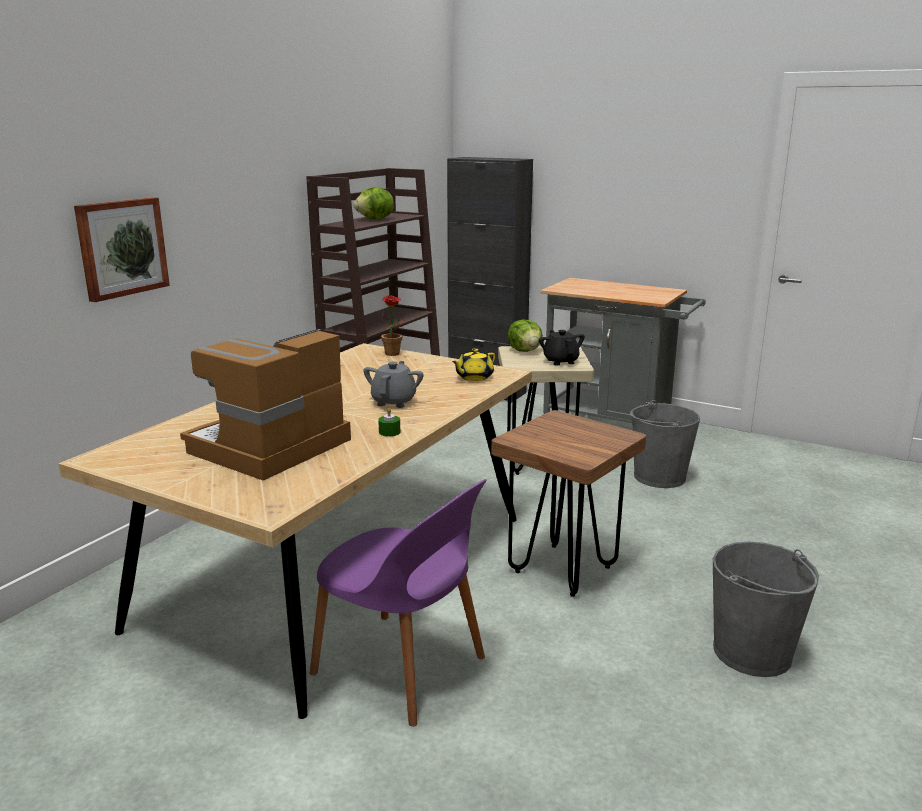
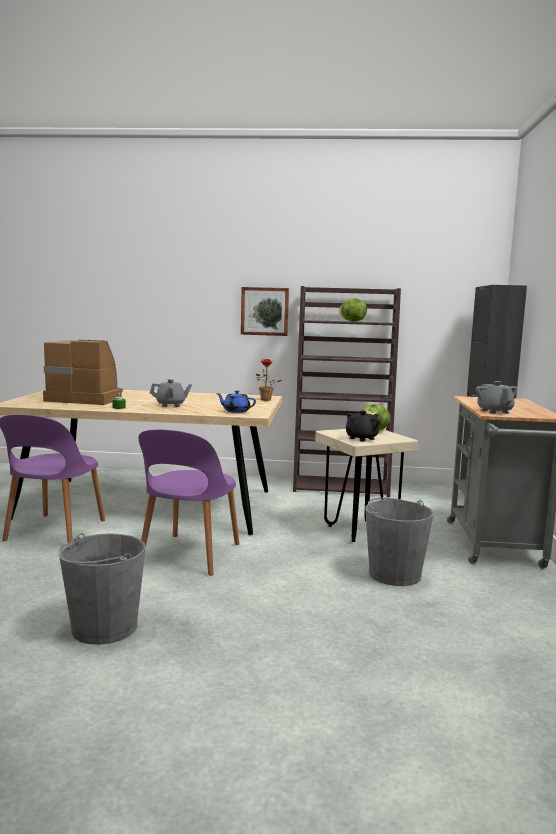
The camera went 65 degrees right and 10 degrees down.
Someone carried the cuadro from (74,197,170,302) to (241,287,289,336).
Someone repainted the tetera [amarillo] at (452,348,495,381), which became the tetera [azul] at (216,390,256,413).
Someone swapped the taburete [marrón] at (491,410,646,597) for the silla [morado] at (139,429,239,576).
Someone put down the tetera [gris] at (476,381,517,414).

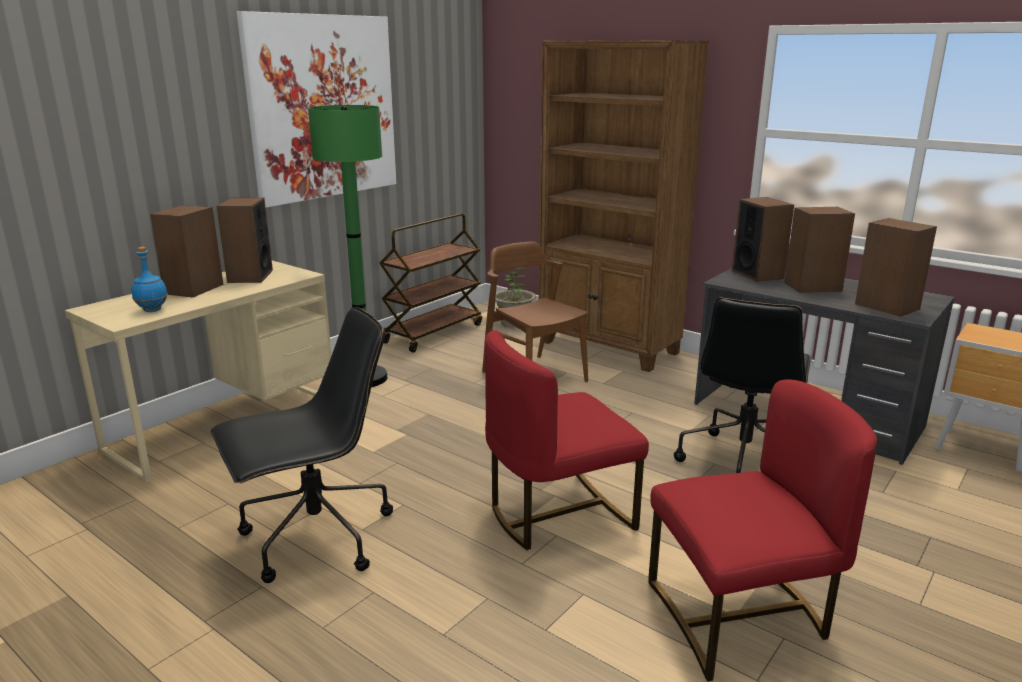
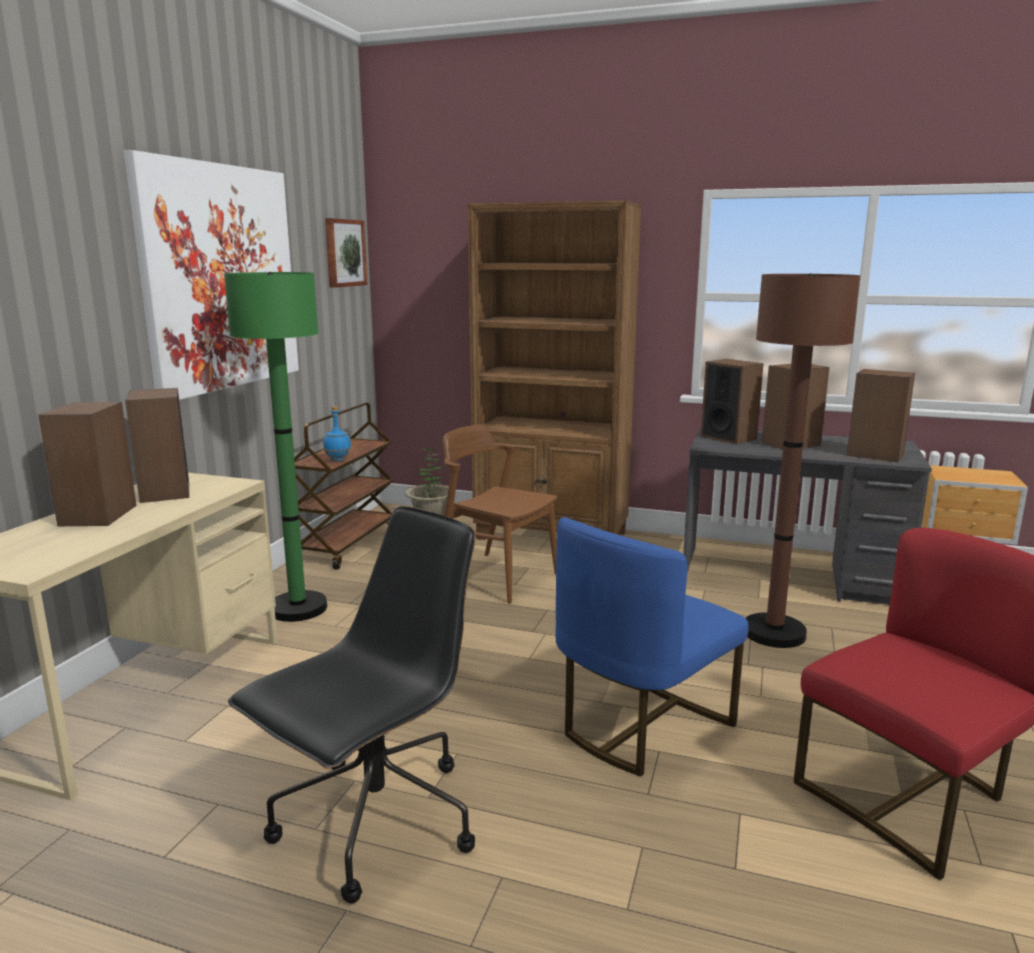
The camera went 20 degrees left and 5 degrees down.
Someone carried the botella [azul] from (131,247,168,312) to (323,406,351,461).
Someone repainted the silla [rojo] at (485,330,649,550), which became the silla [azul] at (555,517,749,777).
Someone swapped the silla de oficina [negro] at (674,297,811,473) for the lámpara de pie [marrón] at (746,273,861,648).
Someone put up the cuadro at (325,218,368,288).

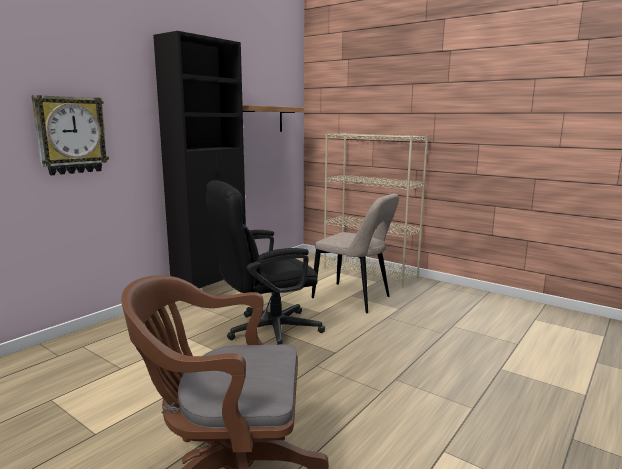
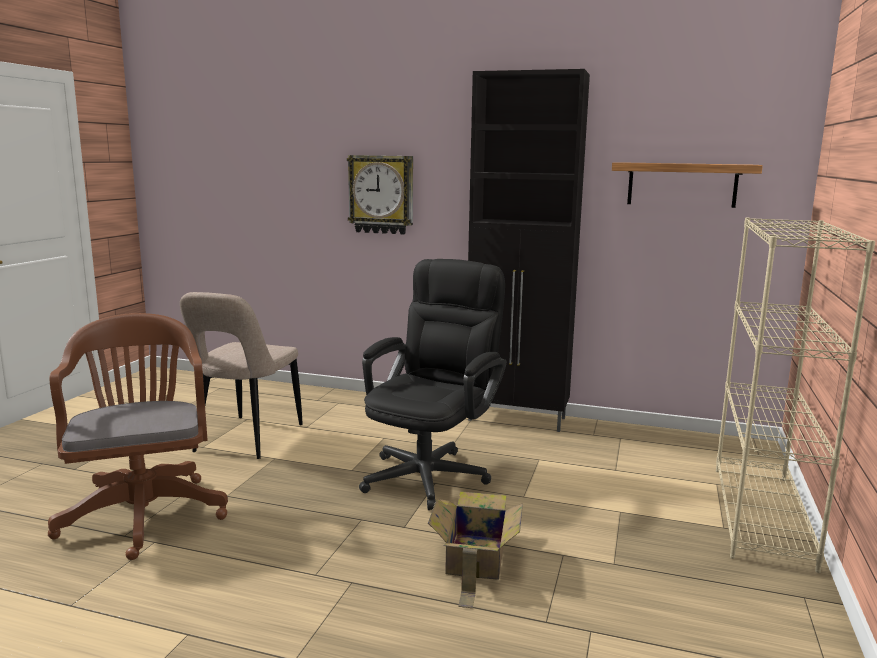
The camera went 70 degrees right and 0 degrees up.
Someone rotated the silla de oficina [negro] at (206,180,325,345) by 75 degrees clockwise.
Someone carried the silla [beis] from (312,193,399,313) to (180,292,303,459).
Someone put down the caja de cartón at (428,491,523,608).

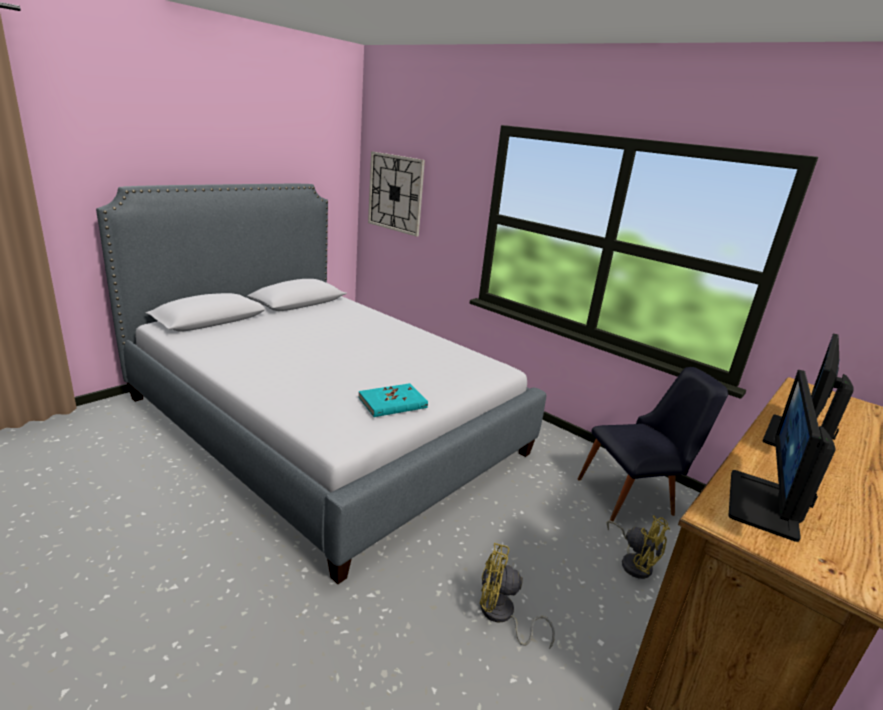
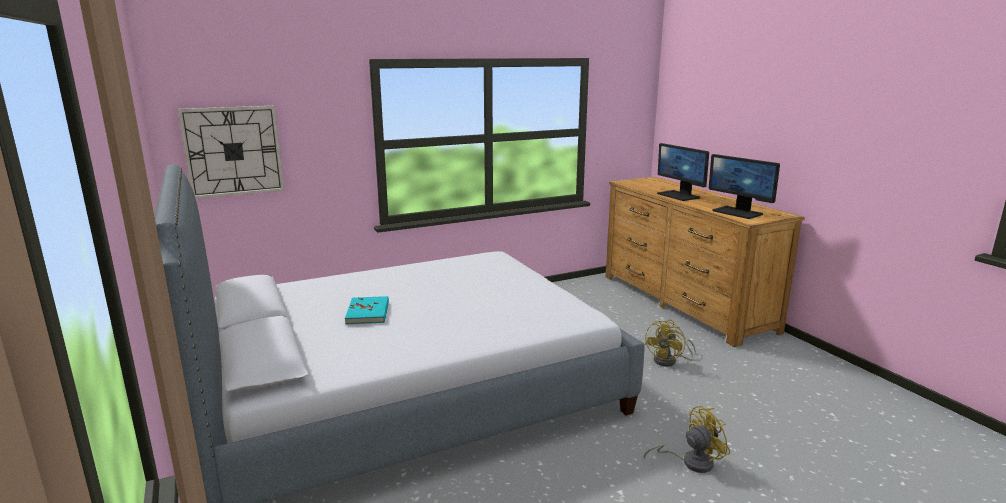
The camera went 65 degrees left and 5 degrees down.
Someone carried the libro [turquesa] from (358,383,428,417) to (345,296,389,324).
Someone took away the silla [negro] at (578,367,728,522).
Someone carried the ventilador [amarillo] from (607,515,670,579) to (644,406,731,473).

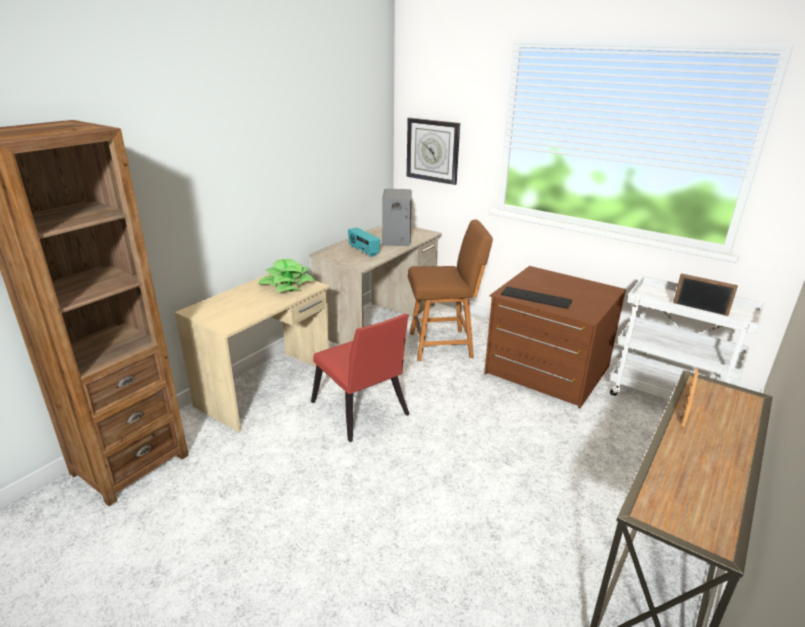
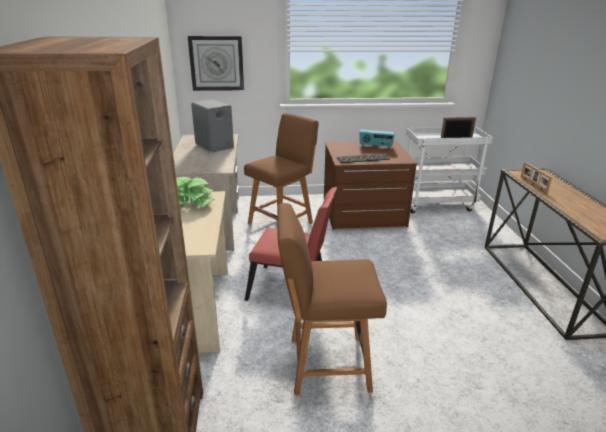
The camera went 40 degrees left and 0 degrees up.
Someone carried the radio from (348,227,380,257) to (359,130,395,149).
Someone put down the silla [marrón] at (277,203,387,395).

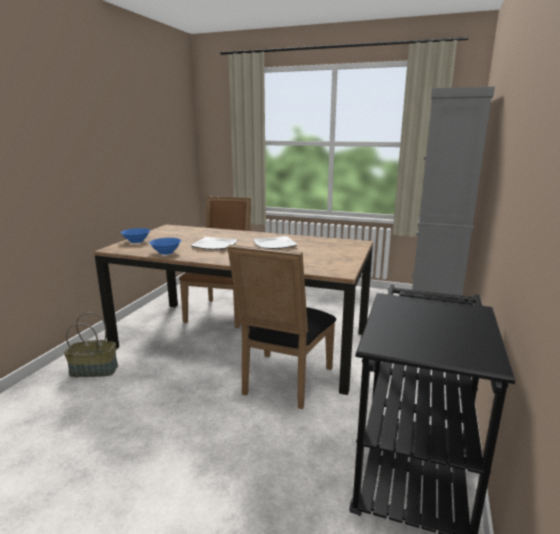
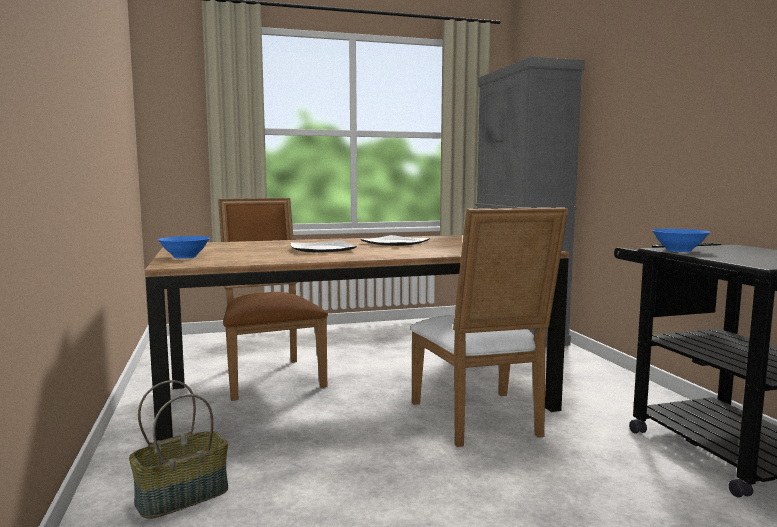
The camera went 35 degrees left and 10 degrees down.
Someone carried the cuenco [azul] from (149,238,181,255) to (652,229,711,252).
Someone repainted the silla [negro] at (227,245,336,409), which became the silla [blanco] at (410,207,568,447).

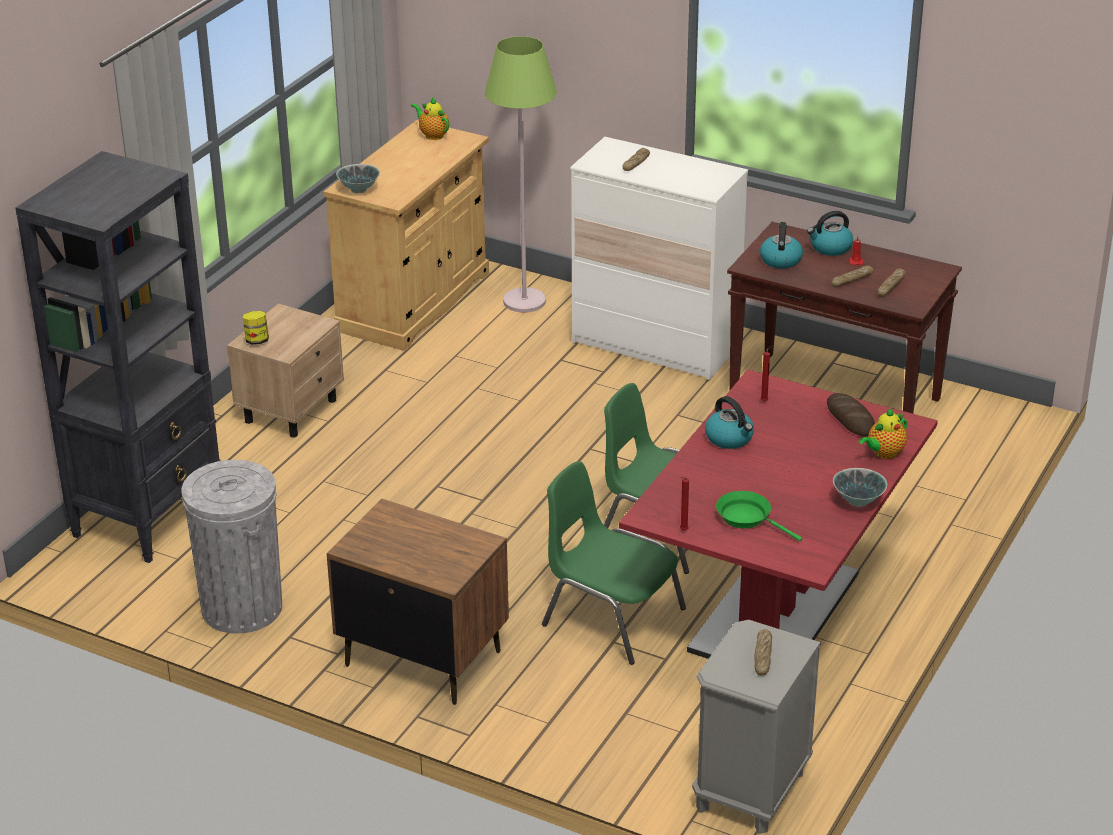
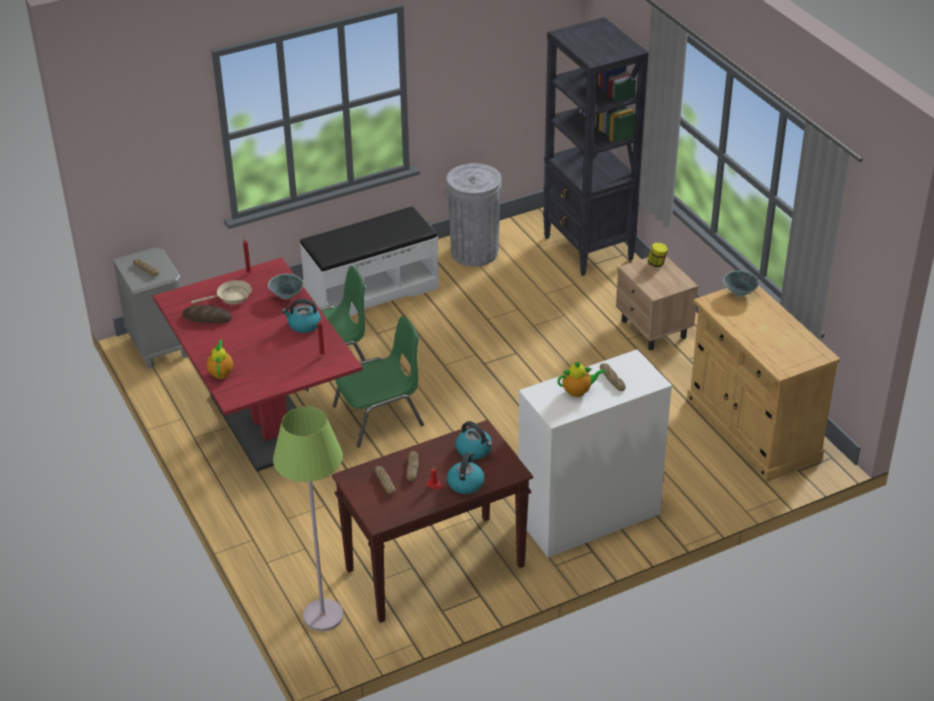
The camera went 125 degrees right and 5 degrees up.
Someone swapped the mesita de noche [marrón] at (327,499,509,705) for the banco [blanco] at (300,206,439,316).
Someone carried the tetera from (411,97,449,140) to (557,361,606,397).
Someone carried the lámpara de pie [verde] from (485,36,557,313) to (273,406,343,631).
Someone repainted the sartén [verde] at (716,491,802,541), which became the sartén [beis] at (191,280,252,304).
Someone carried the pan from (827,393,875,436) to (182,305,232,324).
Someone carried the cuenco from (833,468,887,507) to (268,274,303,300).

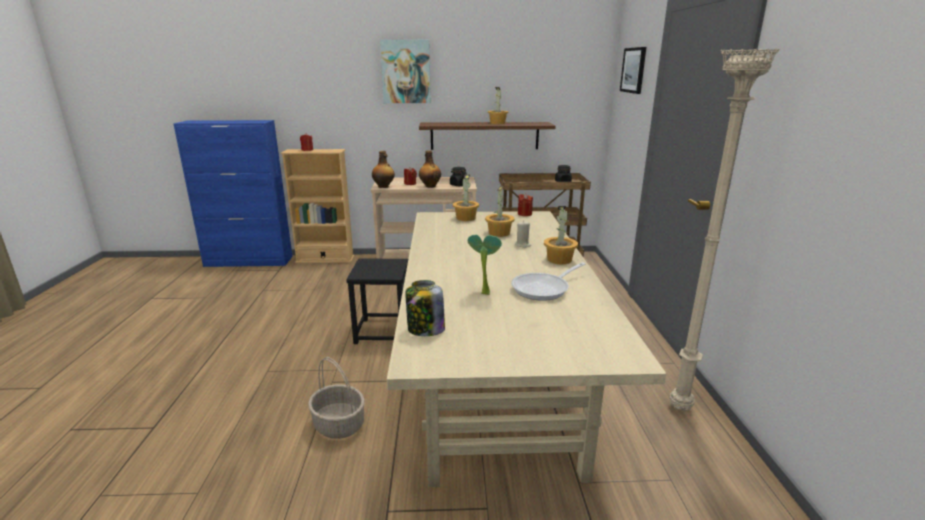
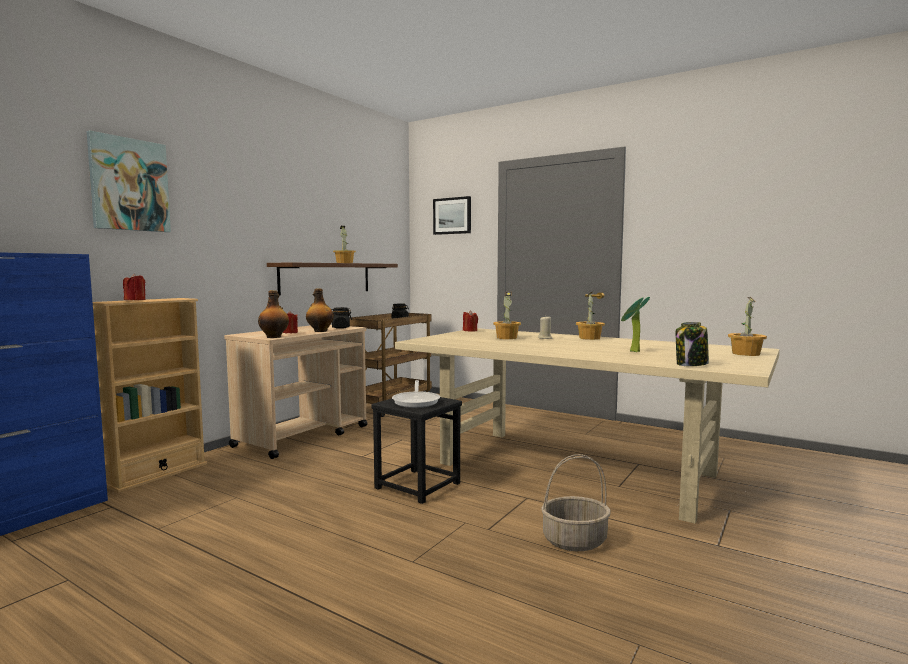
The camera went 55 degrees left and 15 degrees down.
Someone carried the cuadro from (380,39,431,103) to (87,131,171,232).
Someone carried the planta en maceta from (453,174,479,221) to (728,297,767,356).
Someone carried the sartén from (511,262,585,301) to (392,380,440,408).
Someone took away the lámpara de pie [beis] at (669,48,780,411).

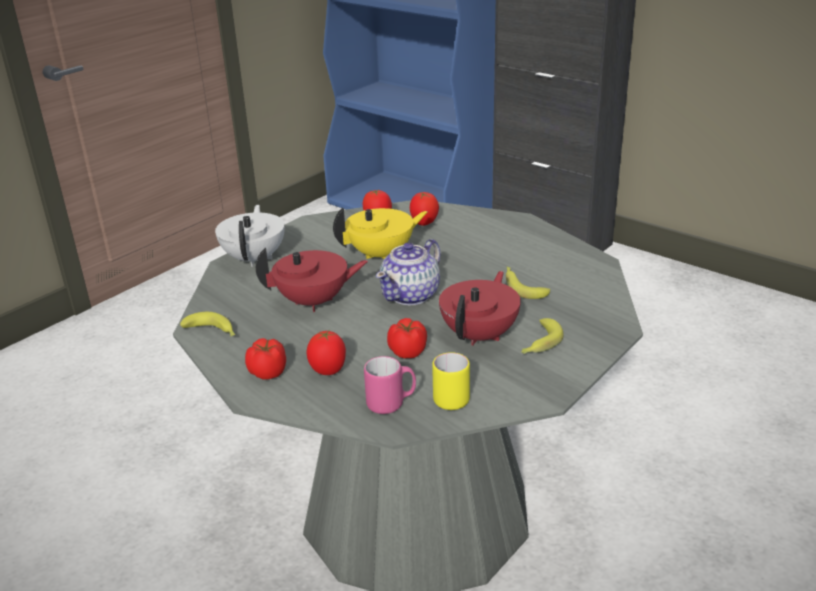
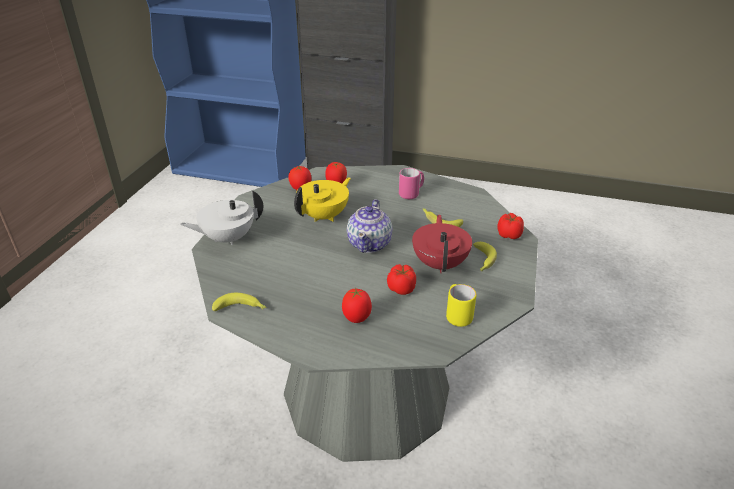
The camera went 25 degrees left and 5 degrees up.
Someone rotated the tetera [blanco] at (215,205,285,267) by 90 degrees counterclockwise.
Someone carried the tomate from (245,338,286,380) to (498,213,524,239).
Someone took away the tetera [rojo] at (256,248,368,312).
Someone carried the taza grande [rosa] from (364,356,416,414) to (399,168,424,199).

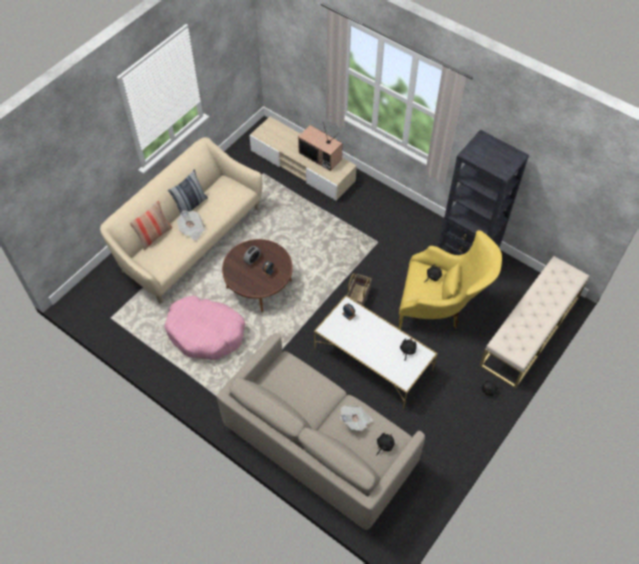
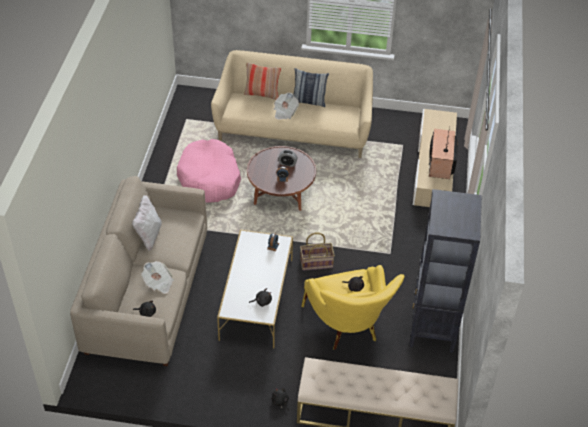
The camera went 60 degrees right and 10 degrees down.
Someone put down the cojín [blanco] at (132,195,162,250).

